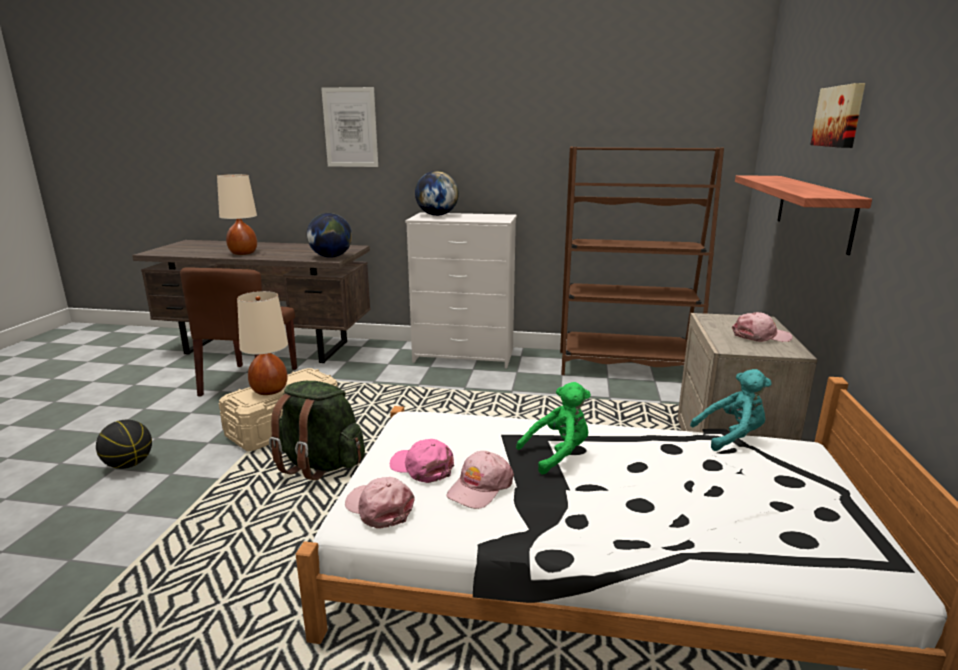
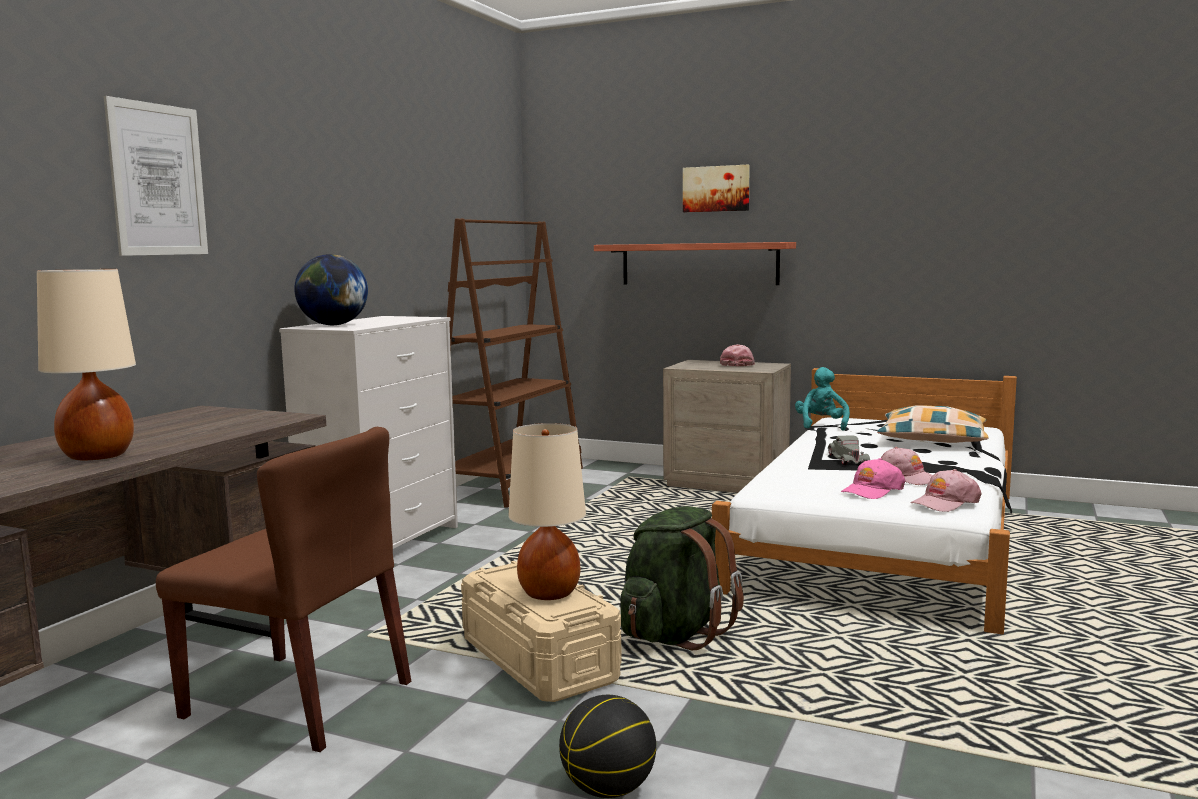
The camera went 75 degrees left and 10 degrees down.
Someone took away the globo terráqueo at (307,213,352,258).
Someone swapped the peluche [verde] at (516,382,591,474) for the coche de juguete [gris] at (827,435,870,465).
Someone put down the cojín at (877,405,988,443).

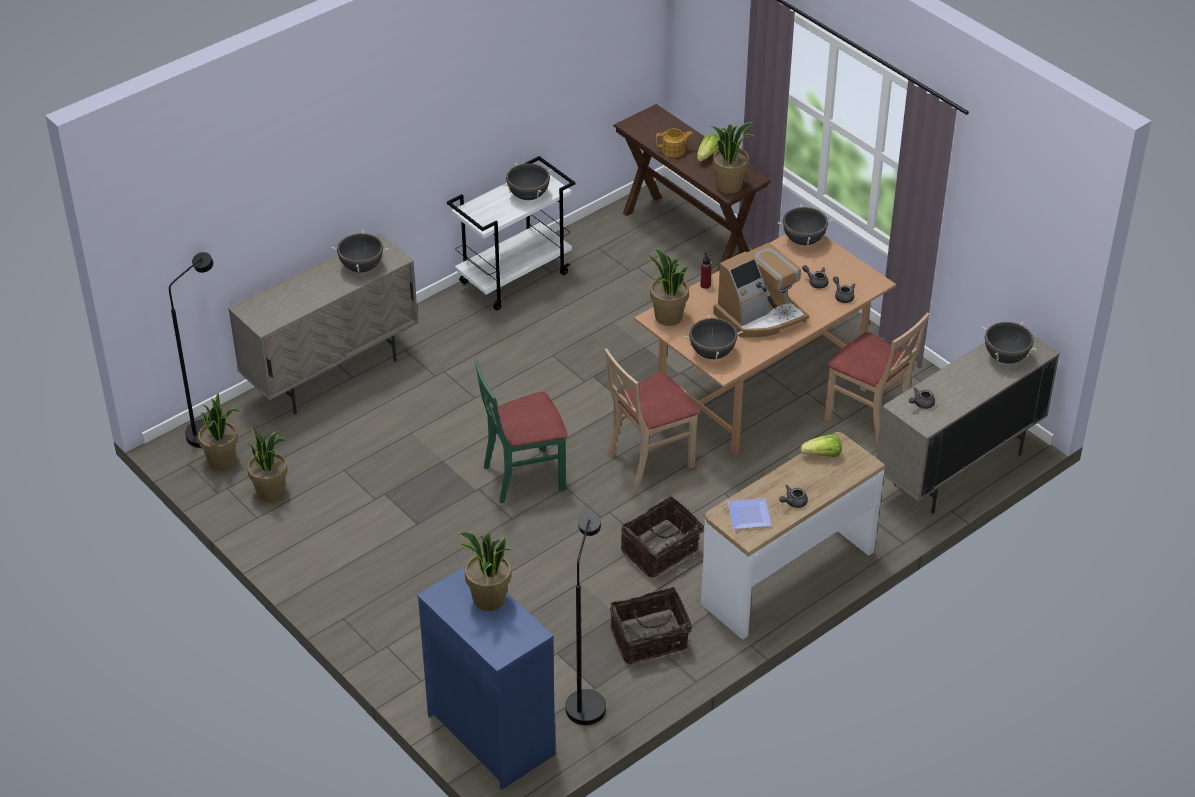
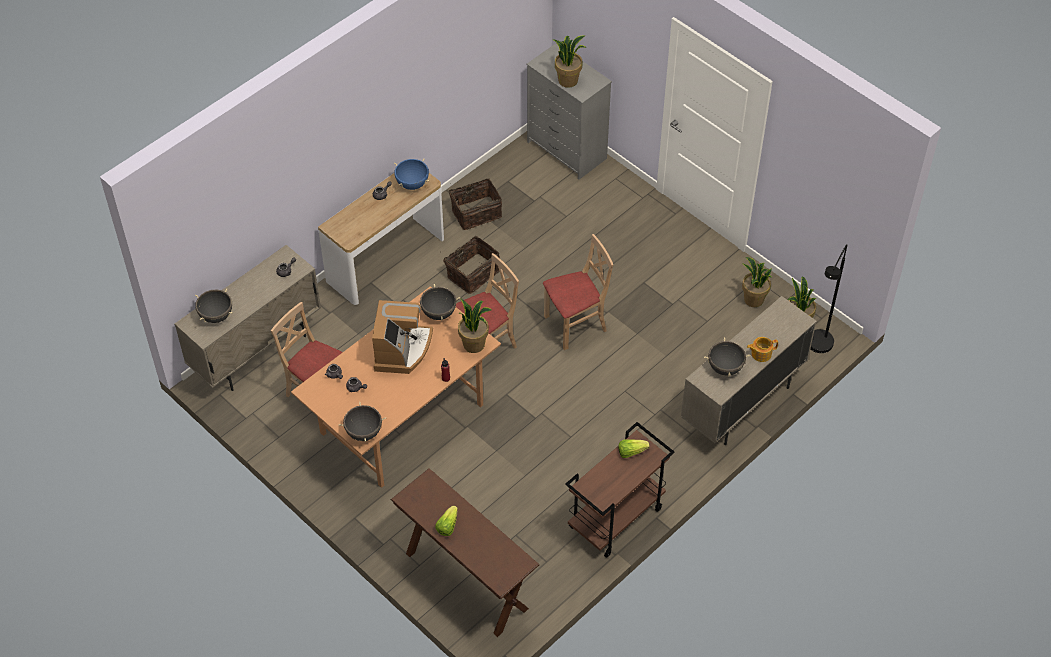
The camera went 175 degrees right and 10 degrees up.
Someone repainted the cómoda [azul] at (417,567,555,790), which became the cómoda [gris] at (527,43,612,180).
Someone repainted the carrito [blanco] at (447,156,576,310), which became the carrito [marrón] at (565,422,674,558).
Someone repainted the silla [verde] at (475,360,568,503), which became the silla [beis] at (543,234,613,350).
Someone took away the olla [negro] at (504,163,552,200).
Someone took away the lámpara de pie [negro] at (565,512,606,725).
Someone carried the tetera from (656,128,693,157) to (747,337,778,362).
Someone took away the planta en maceta at (711,122,754,193).
Someone rotated the cafetera at (713,242,809,338) by 135 degrees clockwise.
Someone swapped the plato at (728,498,772,529) for the olla [azul] at (394,159,429,190).
Someone carried the lechuga from (800,434,842,457) to (618,439,650,458).

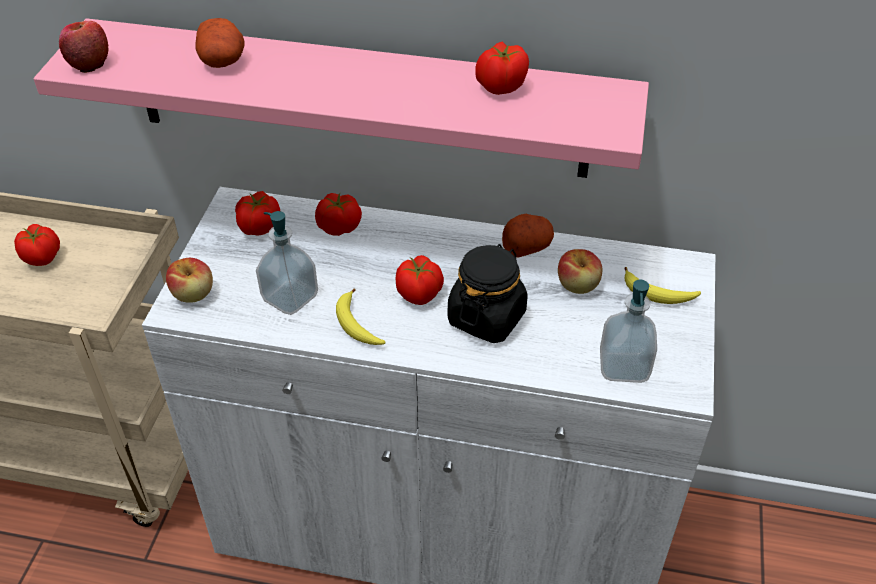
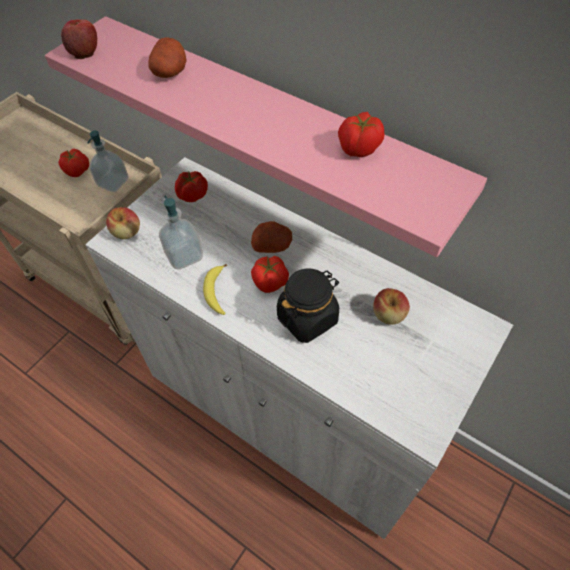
The camera went 25 degrees right and 10 degrees up.
Someone took away the tomate at (315,193,362,236).
Someone carried the patata from (502,214,554,258) to (251,221,292,253).
Someone carried the dispensador de jabón from (600,279,657,383) to (87,130,128,192).
Someone took away the plátano at (624,267,701,304).

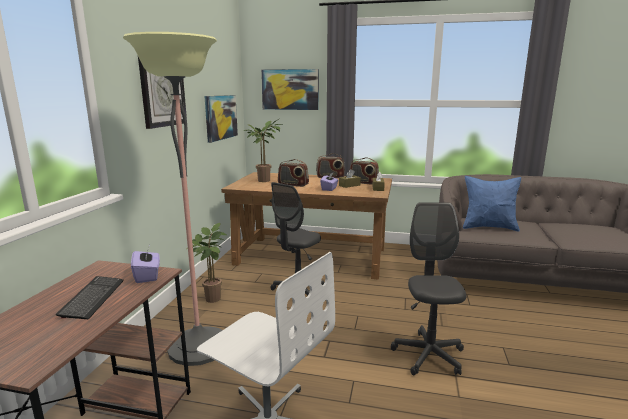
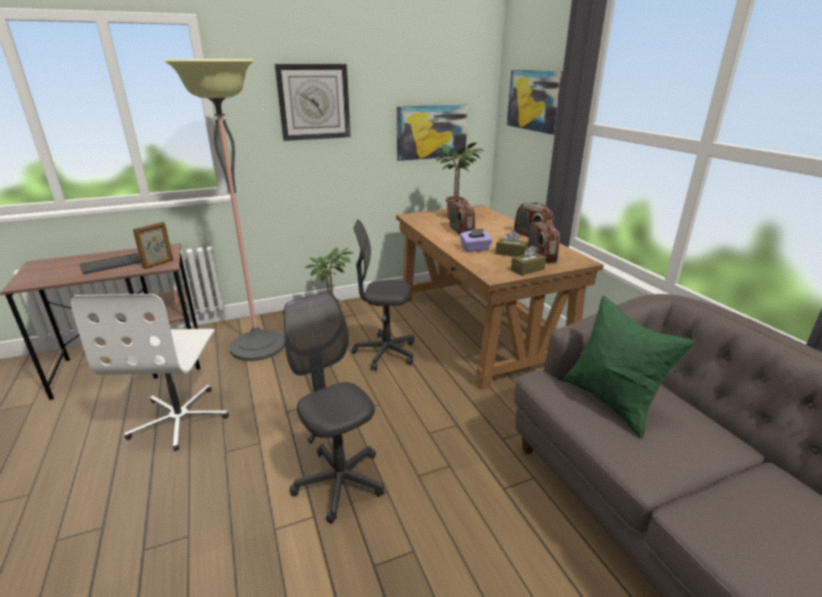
The camera went 55 degrees right and 10 degrees up.
Someone swapped the caja de pañuelos [morado] at (131,247,160,283) for the portarretratos at (133,222,173,269).
Someone rotated the silla de oficina [gris] at (391,202,466,376) by 90 degrees counterclockwise.
Someone repainted the cojín [azul] at (463,176,521,232), which became the cojín [verde] at (564,296,695,438).

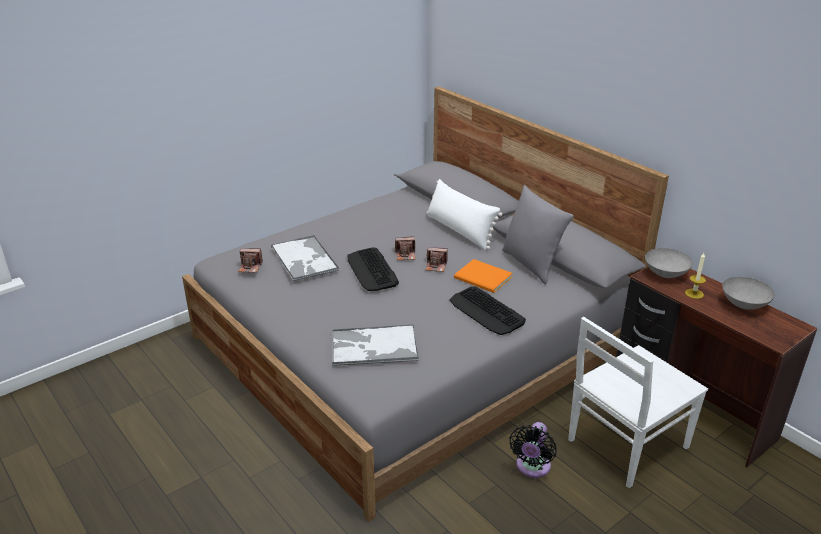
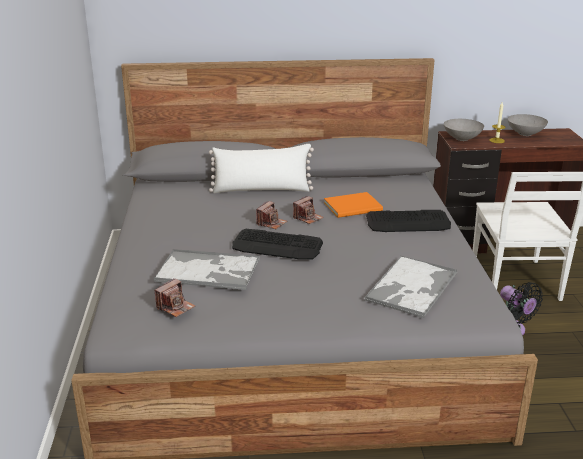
The camera went 55 degrees left and 5 degrees down.
Someone took away the cojín [gris] at (502,185,574,284).

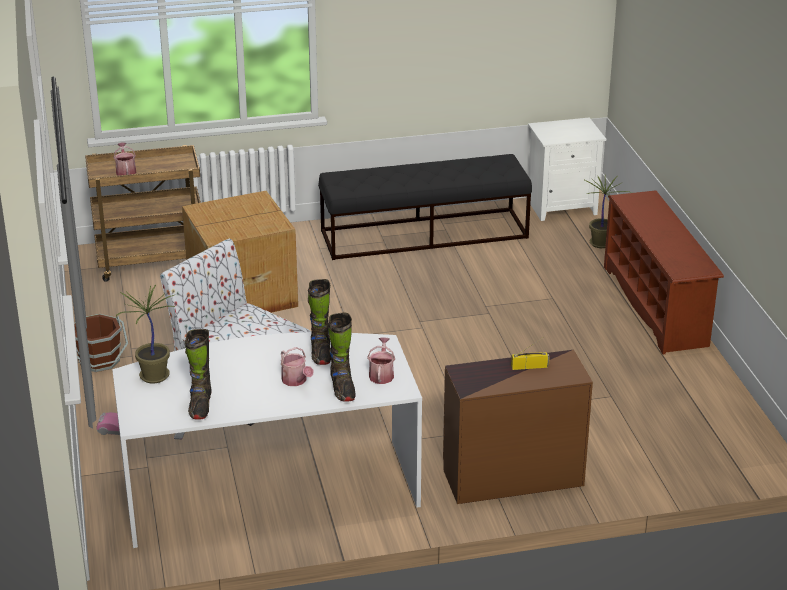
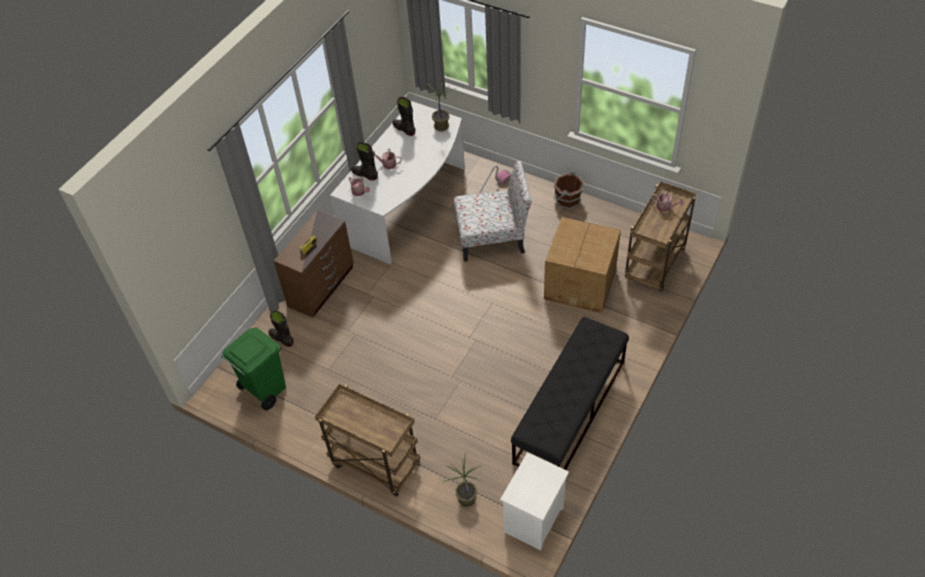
The camera went 135 degrees right and 20 degrees up.
Someone carried the bota [negro] from (308,279,331,365) to (268,310,294,347).
Someone swapped the zapatero [marrón] at (604,190,724,354) for the carrito [marrón] at (315,383,420,497).
Someone put down the papelera [verde] at (221,327,286,410).

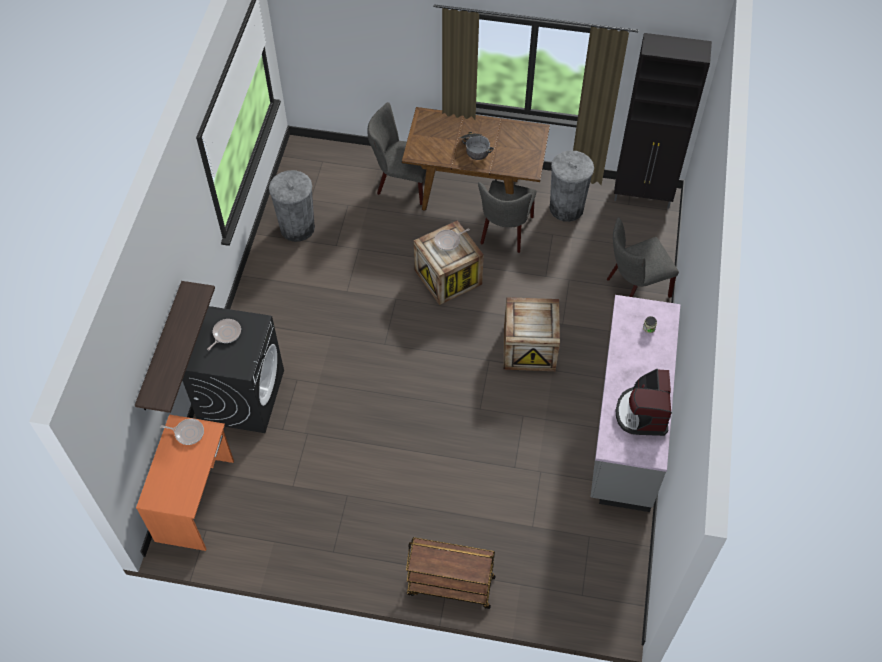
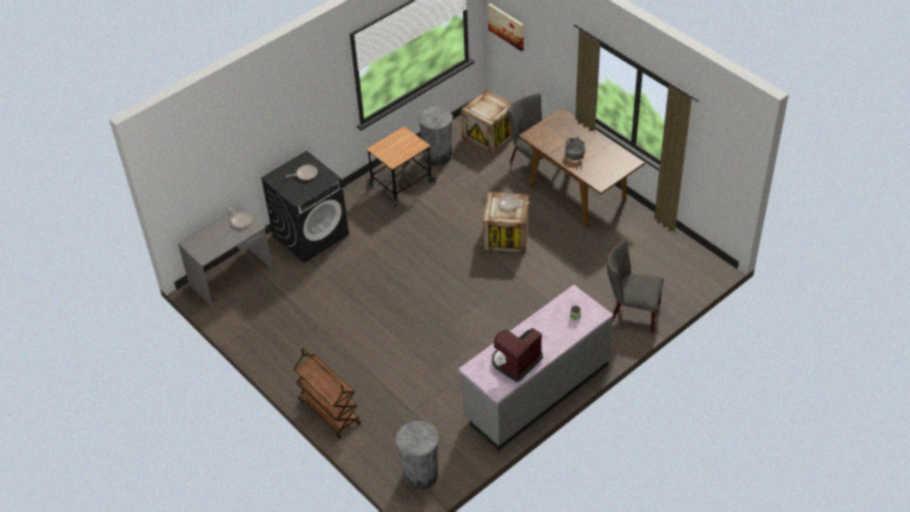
The camera went 40 degrees right and 10 degrees down.
Someone took away the estante at (135,281,215,413).
Someone repainted the escritorio [naranja] at (136,415,234,551), which became the escritorio [gris] at (178,205,272,306).
Someone took away the silla [gris] at (478,180,537,253).
Someone carried the caja de embalaje from (503,297,560,371) to (461,90,512,154).
Someone carried the papelera [gris] from (550,150,594,222) to (396,421,439,490).
Someone took away the armario [negro] at (614,33,712,209).
Someone put down the carrito at (366,126,436,207).
Someone put up the cuadro at (488,3,524,51).

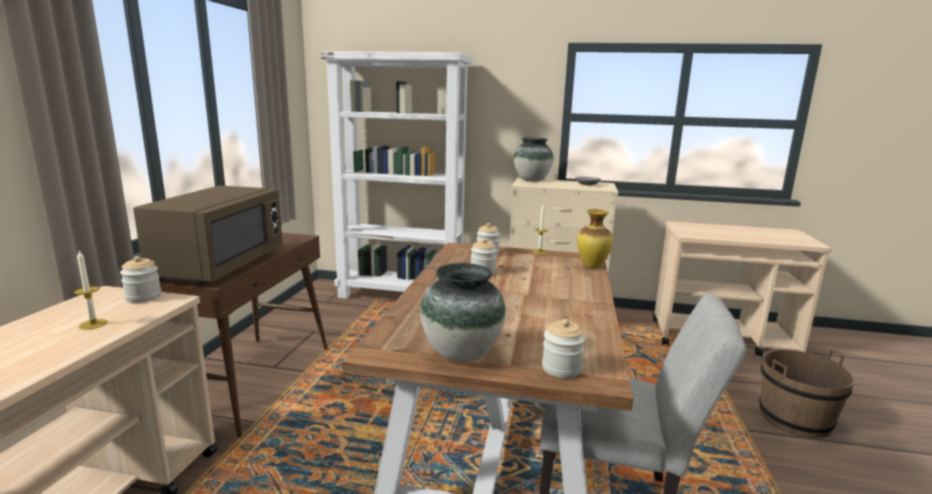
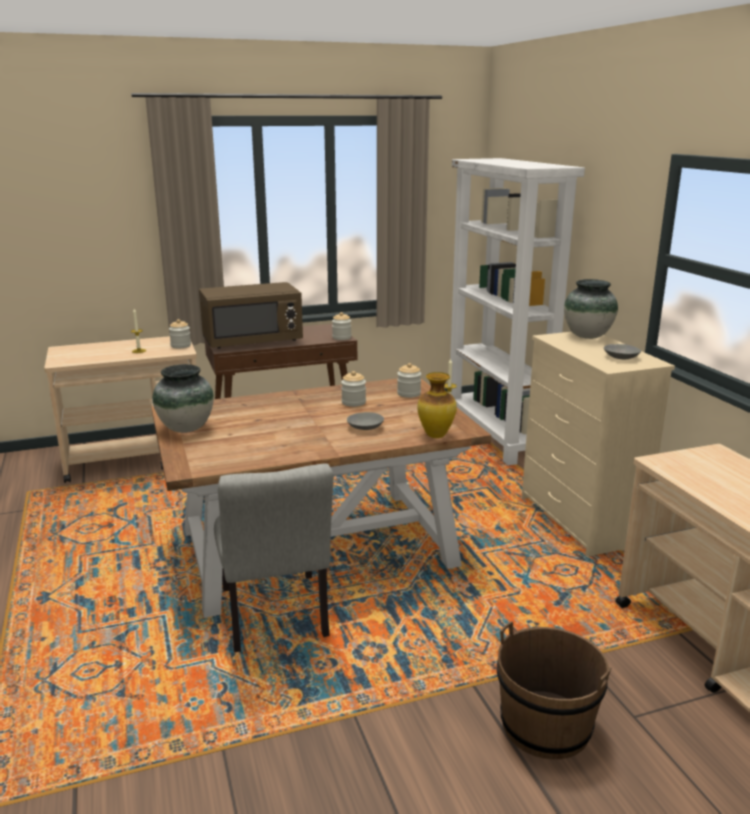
The camera went 60 degrees right and 5 degrees up.
Someone carried the tarro from (542,319,585,378) to (332,312,351,340).
Someone put down the cuenco [gris] at (347,412,384,430).

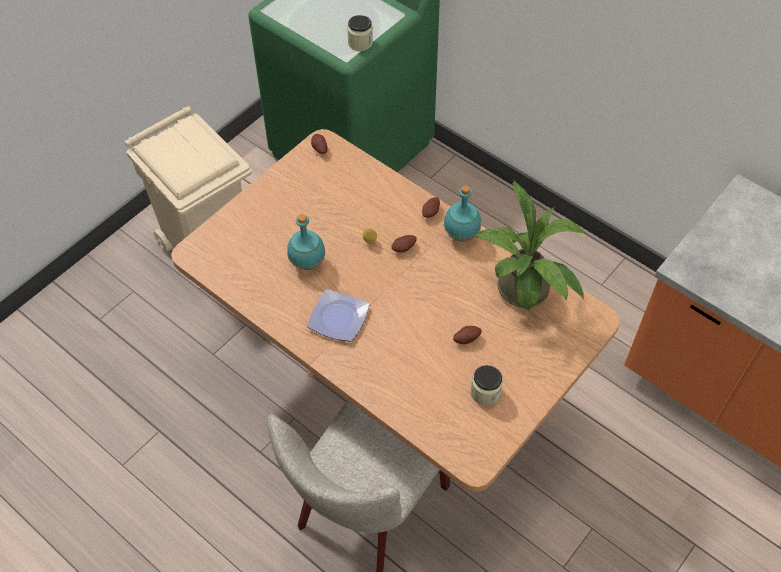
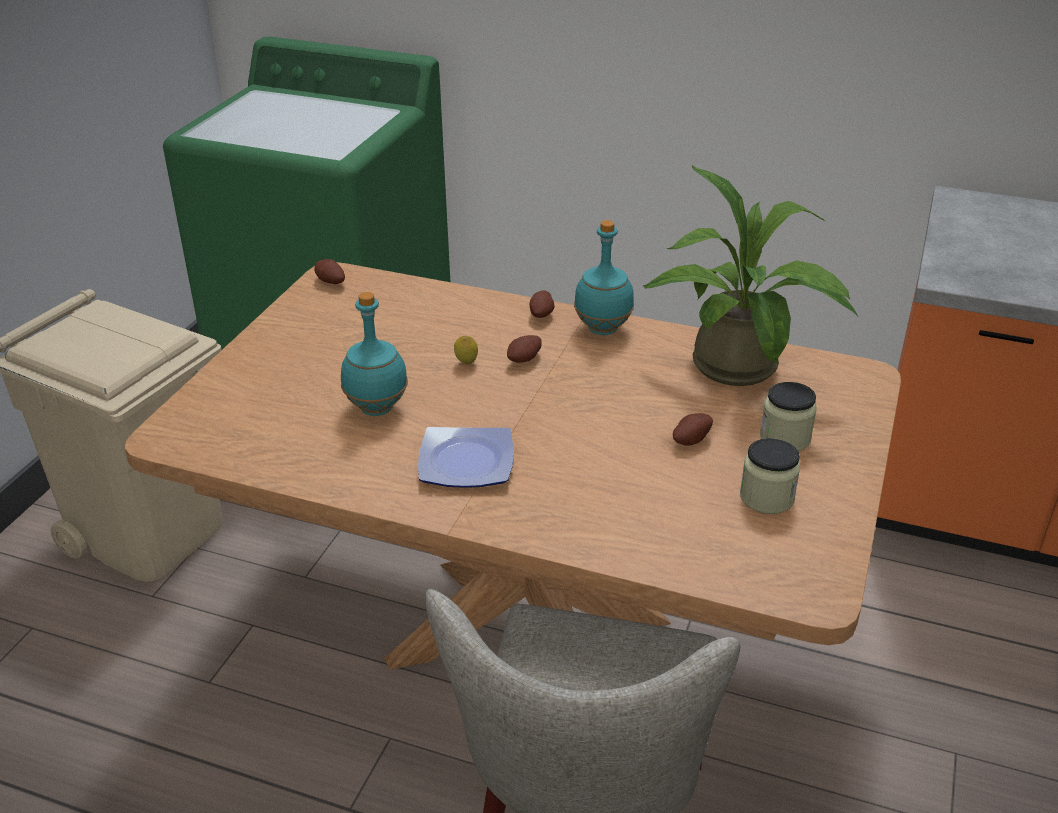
The camera went 20 degrees left and 20 degrees down.
Someone carried the tarro from (347,15,373,51) to (760,382,817,451).

